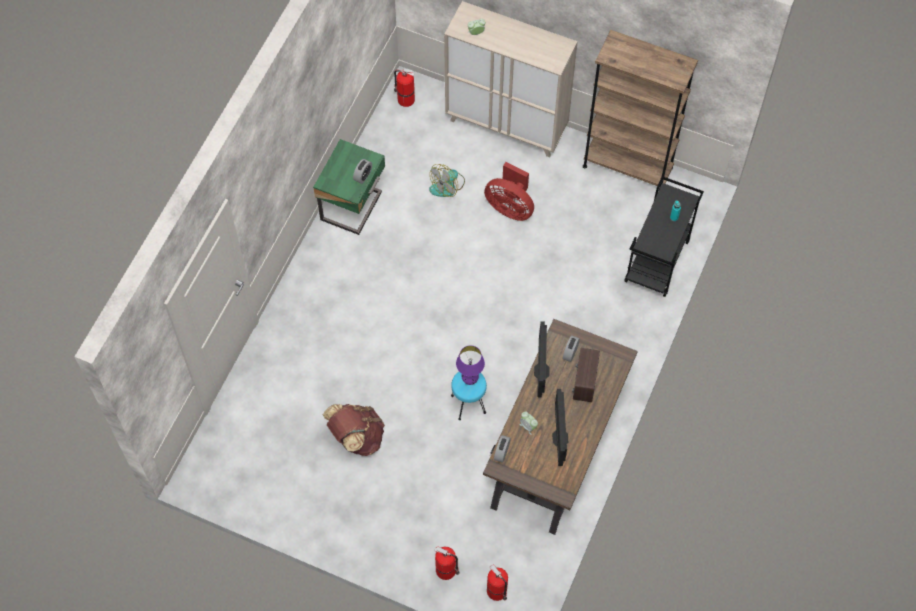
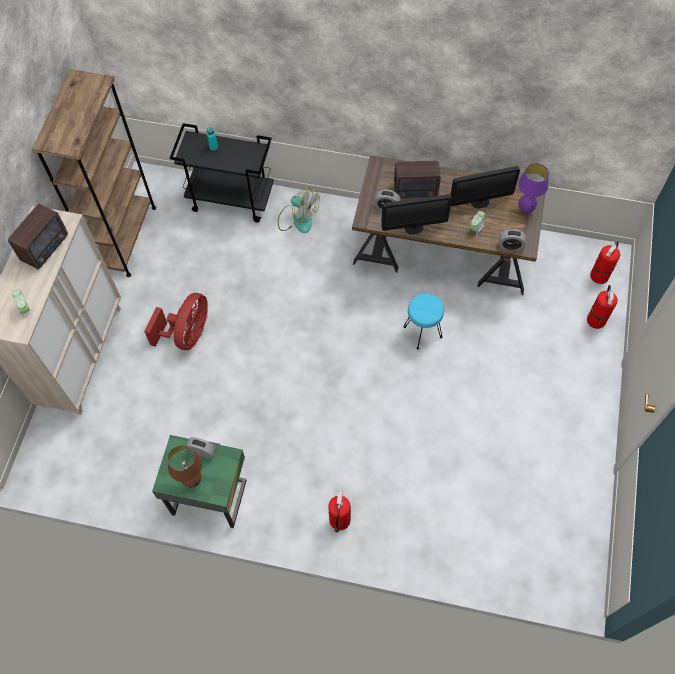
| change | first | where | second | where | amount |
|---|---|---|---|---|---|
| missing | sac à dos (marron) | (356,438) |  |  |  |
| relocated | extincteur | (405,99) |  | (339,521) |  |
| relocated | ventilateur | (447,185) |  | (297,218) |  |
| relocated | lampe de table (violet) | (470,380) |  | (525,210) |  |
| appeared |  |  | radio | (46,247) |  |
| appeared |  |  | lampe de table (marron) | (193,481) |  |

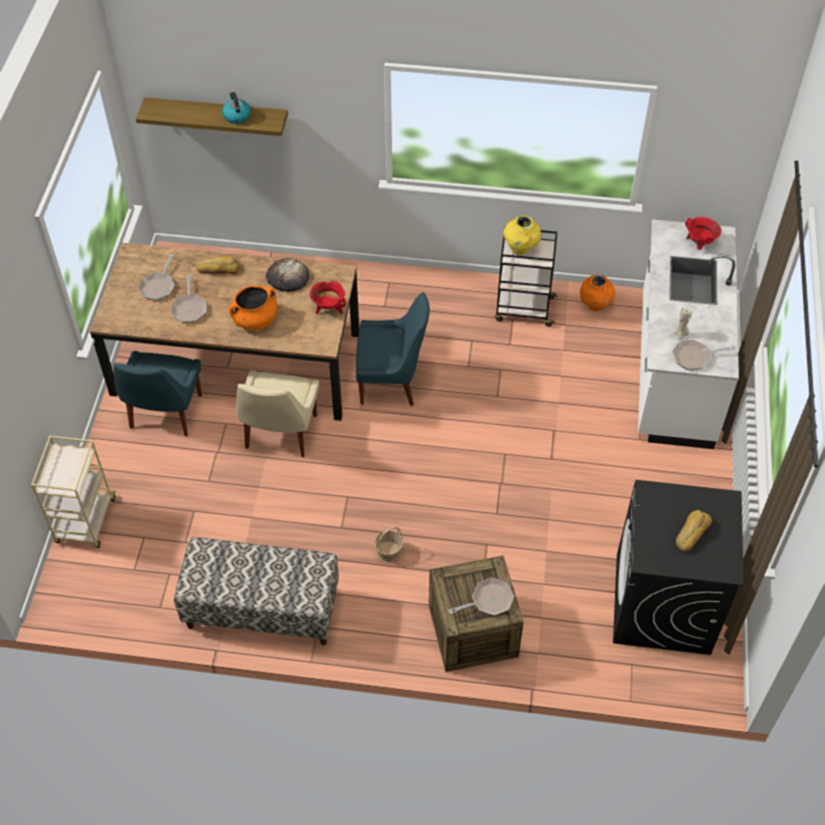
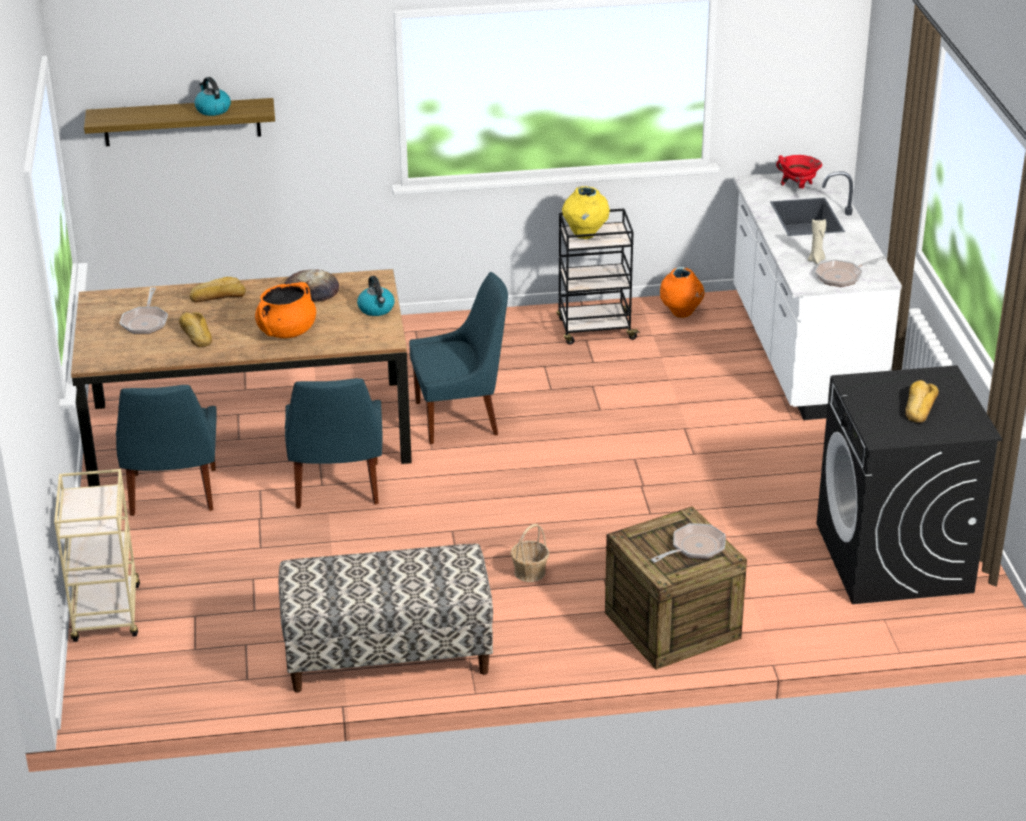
| change | first | where | second | where | amount |
|---|---|---|---|---|---|
| exchanged | poêle | (189,308) | pain | (196,335) |  |
| colour | chaise (beige) | (280,434) | chaise (bleu) | (337,488) |  |
| exchanged | marmite (rouge) | (329,308) | bouilloire | (376,309) |  |

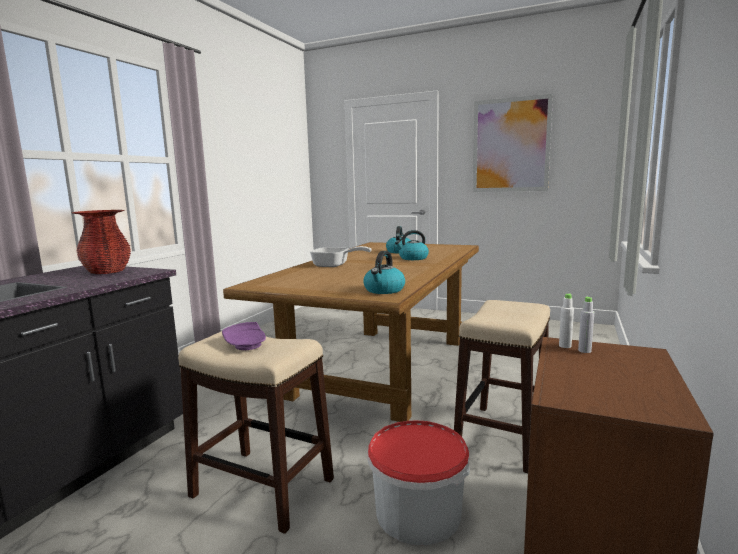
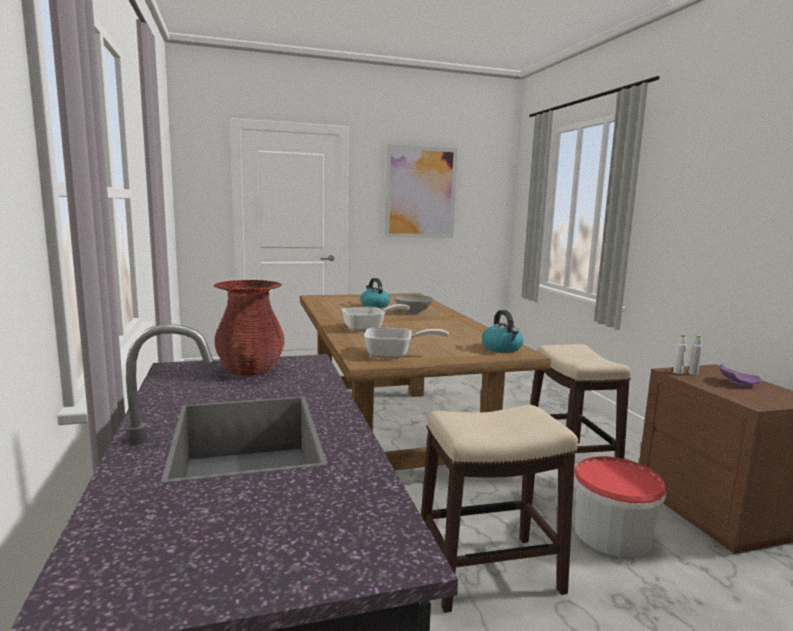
| change | first | where | second | where | amount |
|---|---|---|---|---|---|
| relocated | assiette (violet) | (247,345) |  | (737,383) |  |
| exchanged | bouilloire | (413,258) | bol (gris) | (414,312) |  |
| appeared |  |  | poêle | (395,354) |  |

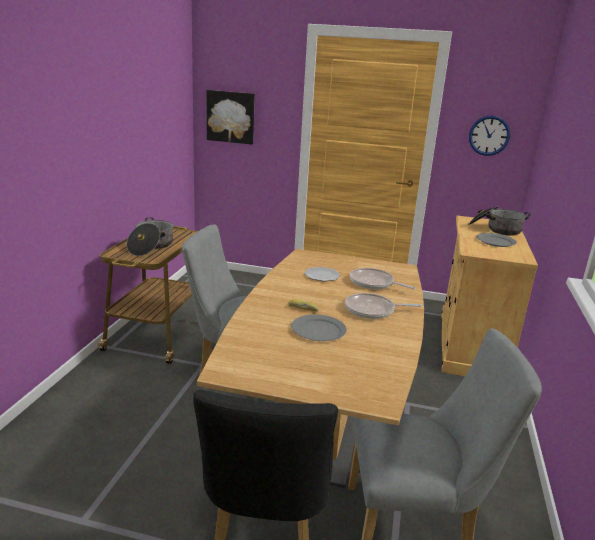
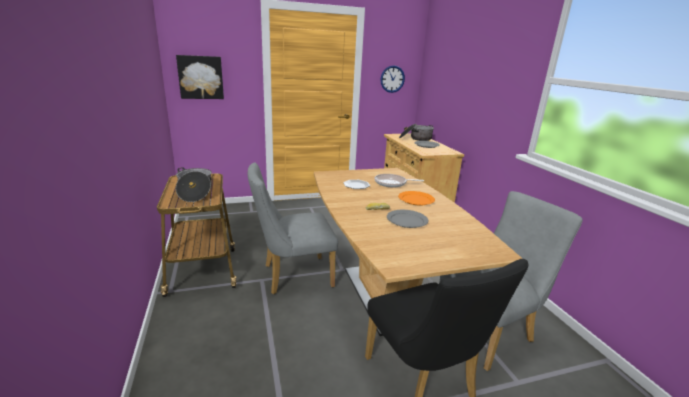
| change | first | where | second | where | amount |
|---|---|---|---|---|---|
| exchanged | poêle | (372,310) | assiette (orange) | (416,200) |  |

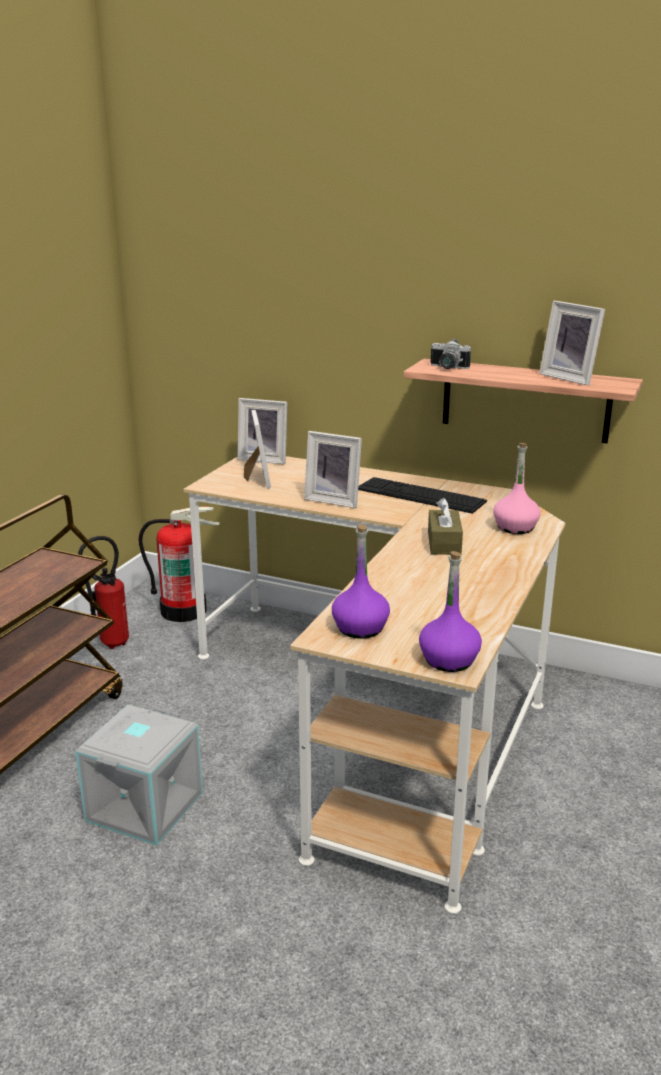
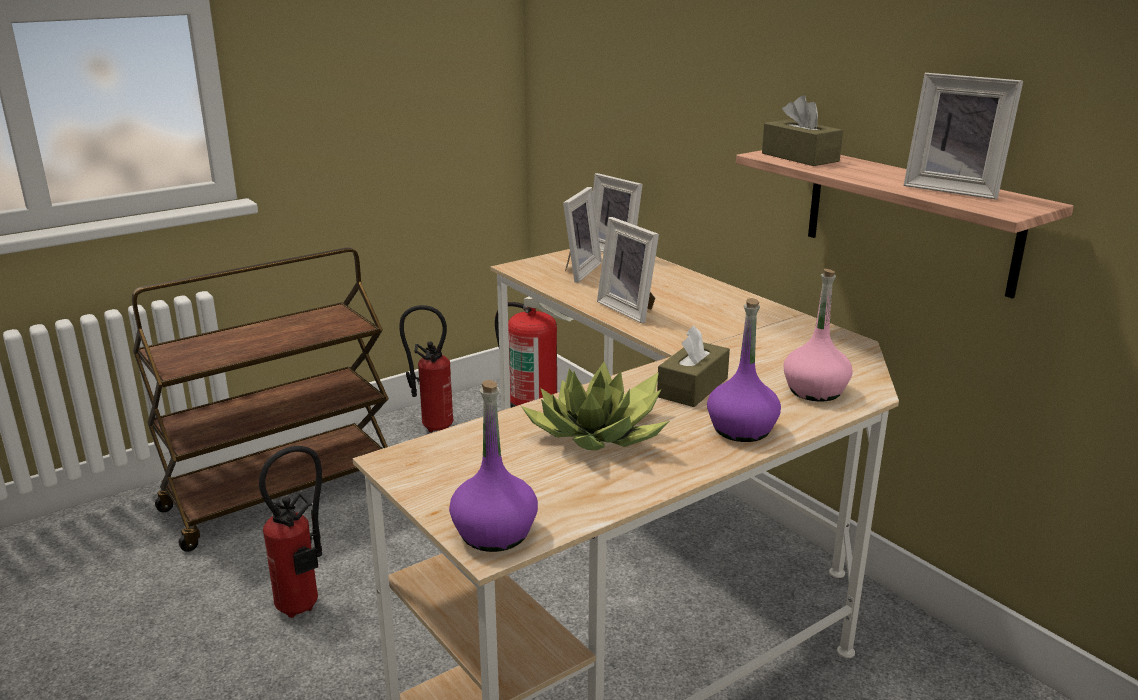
| change | first | where | second | where | amount |
|---|---|---|---|---|---|
| exchanged | boîte de rangement (gris) | (146,807) | extincteur | (305,606) |  |
| relocated | bouteille (violet) | (360,628) |  | (742,429) |  |
| missing | clavier | (420,495) |  |  |  |
| exchanged | appareil photo | (447,368) | boîte à mouchoirs (marron) | (800,157) |  |
| spun | cadre photo | (571,378) |  | (954,189) | 45 degrees counterclockwise |
| appeared |  |  | plante en pot | (600,434) |  |

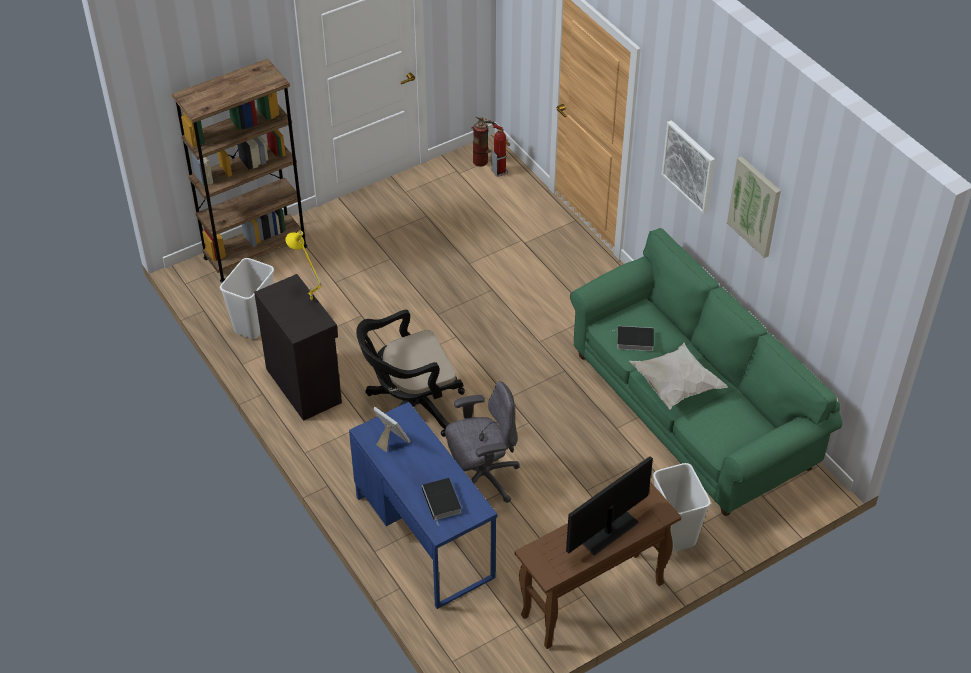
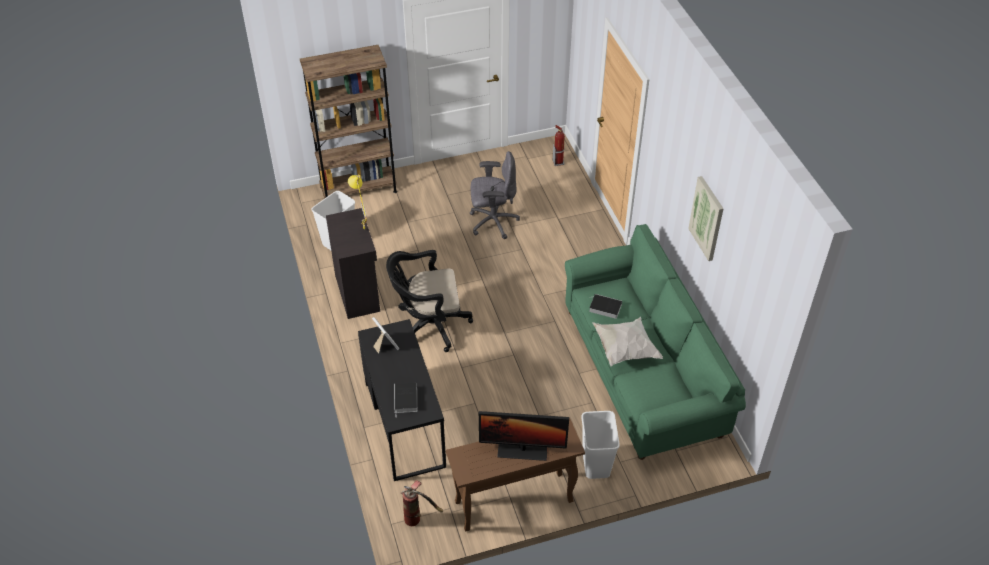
| change | first | where | second | where | amount |
|---|---|---|---|---|---|
| colour | bureau (bleu) | (424,536) | bureau (noir) | (405,424) |  |
| relocated | chaise de bureau (gris) | (481,478) |  | (492,222) |  |
| relocated | extincteur | (486,159) |  | (418,517) |  |
| spun | écran d'ordinateur | (607,530) |  | (522,449) | 150 degrees counterclockwise |
| missing | tableau | (689,166) |  |  |  |

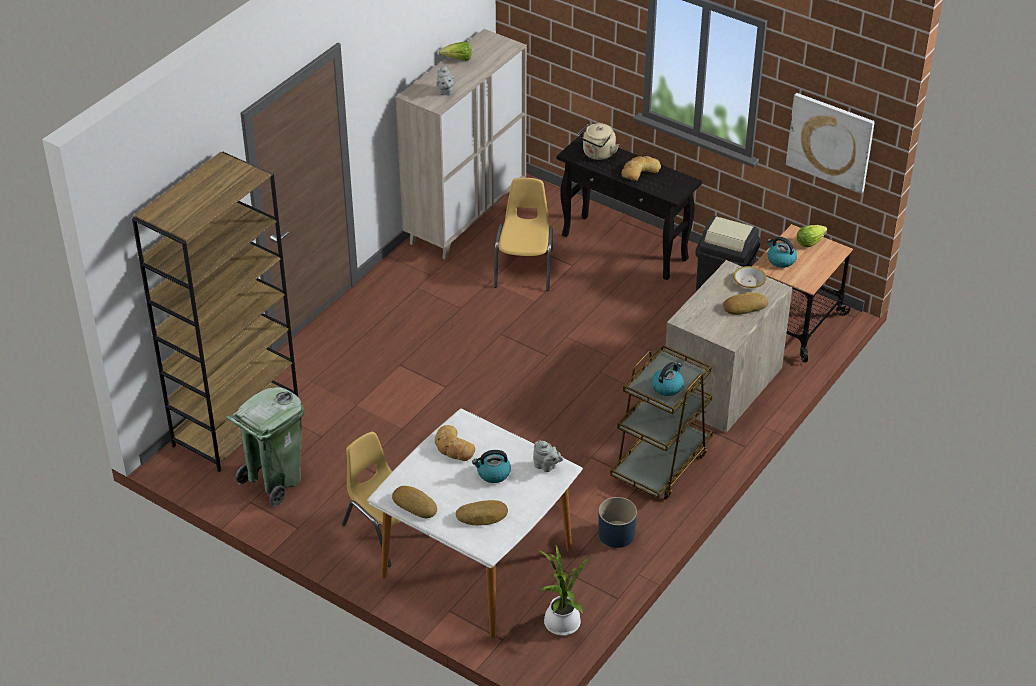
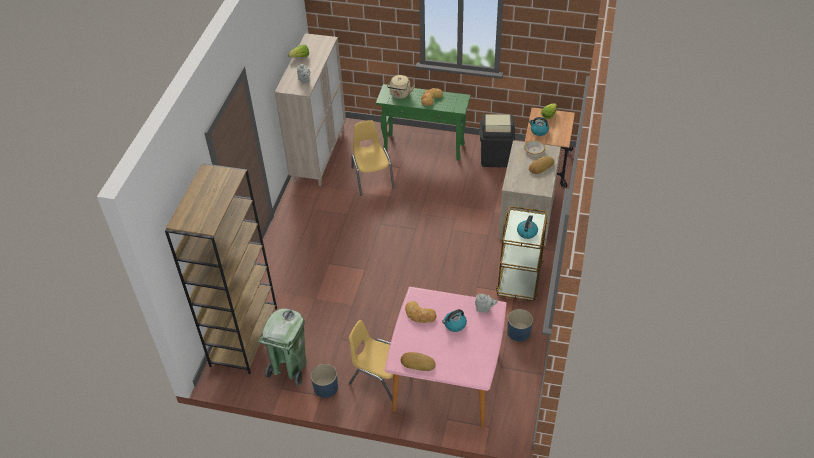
| change | first | where | second | where | amount |
|---|---|---|---|---|---|
| colour | table à manger (blanc) | (478,563) | table à manger (rose) | (447,380) |  |
| missing | pain | (482,516) |  |  |  |
| missing | plante en pot | (561,625) |  |  |  |
| colour | table console (noir) | (625,248) | table console (vert) | (424,147) |  |
| missing | tableau | (830,142) |  |  |  |
| appeared |  |  | cache-pot (bleu) | (325,387) |  |

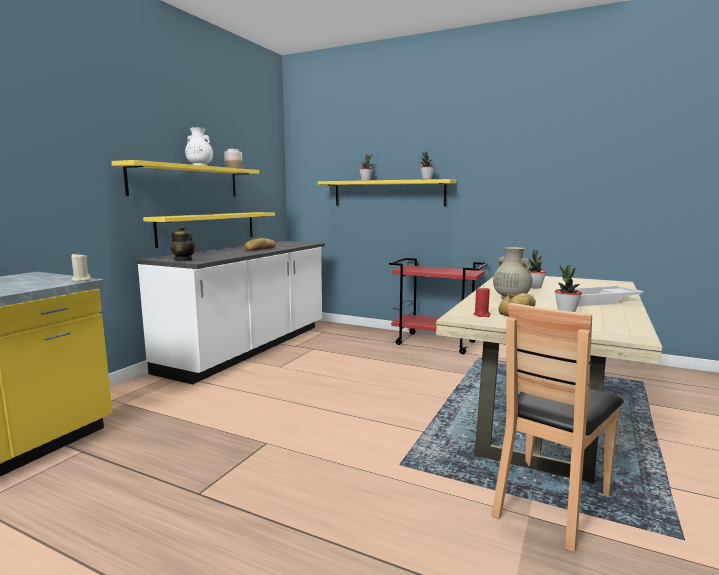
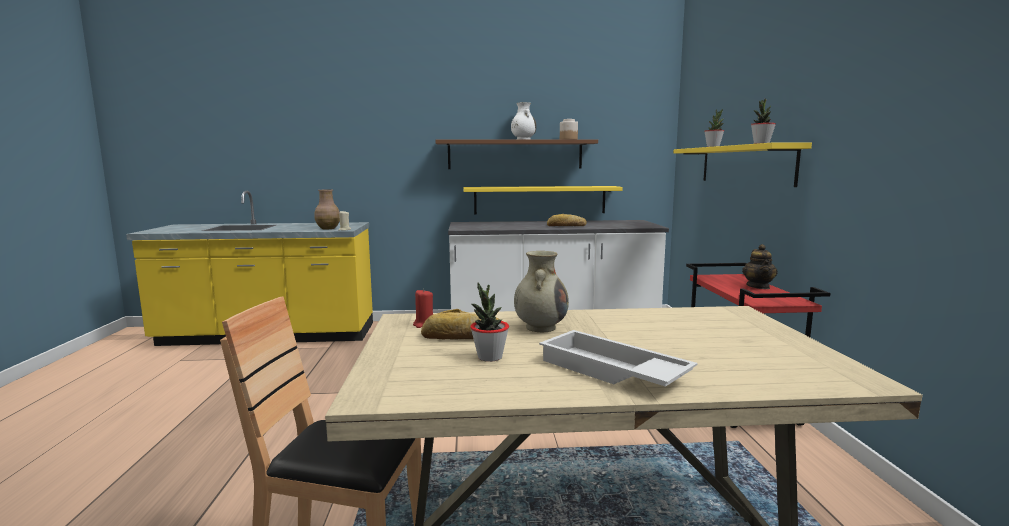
| change | first | where | second | where | amount |
|---|---|---|---|---|---|
| colour | étagère (jaune) | (186,181) | étagère (marron) | (515,154) |  |
| relocated | théière | (184,260) |  | (758,287) |  |
| missing | plante en pot | (534,287) |  |  |  |
| appeared |  |  | vase (marron) | (328,228) |  |

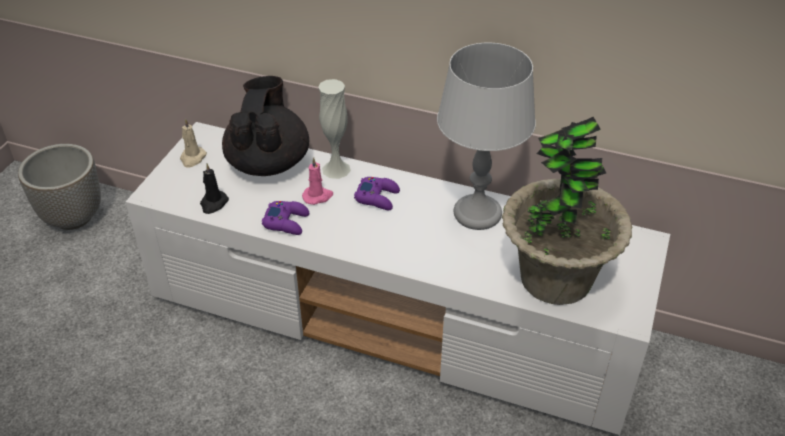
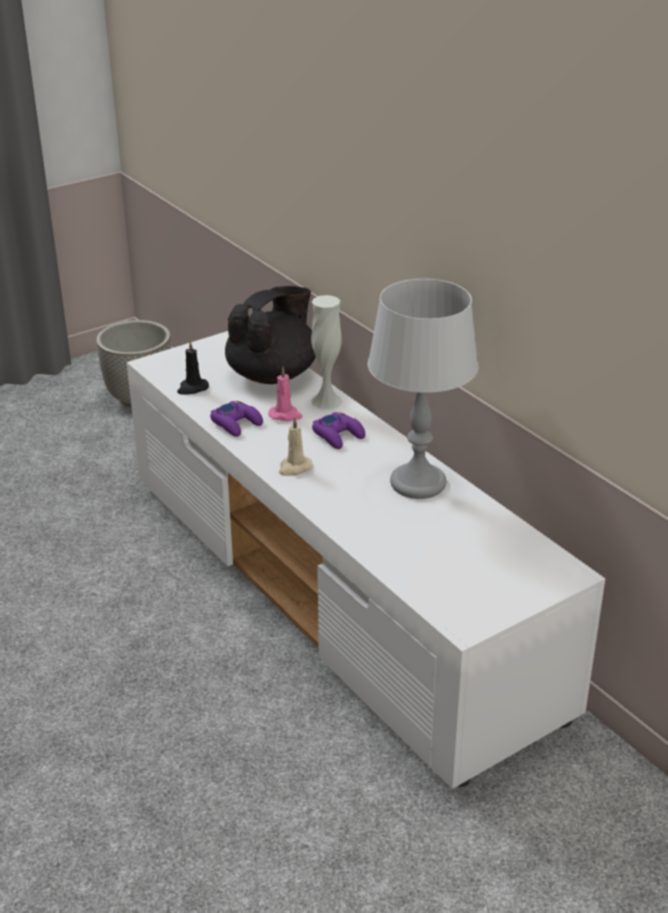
| change | first | where | second | where | amount |
|---|---|---|---|---|---|
| relocated | bougie (beige) | (192,158) |  | (294,468) |  |
| missing | plante en pot | (555,278) |  |  |  |

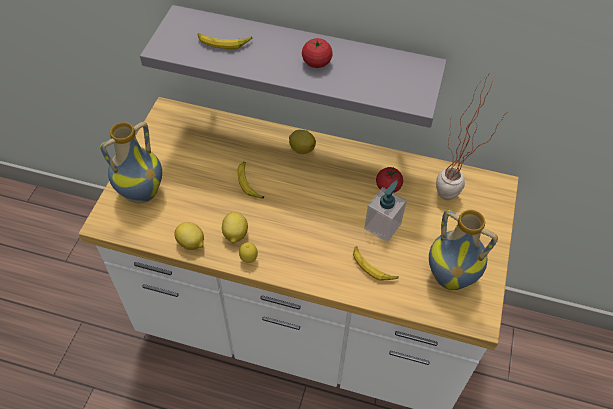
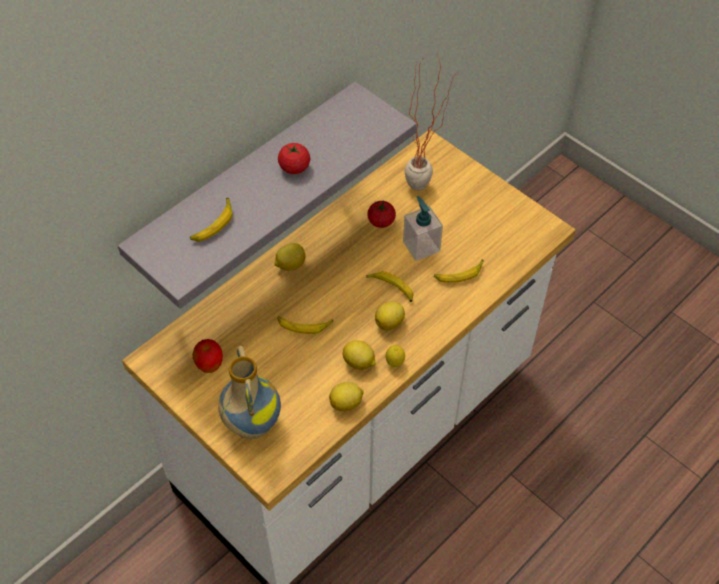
| change | first | where | second | where | amount |
|---|---|---|---|---|---|
| missing | vase | (451,276) |  |  |  |
| appeared |  |  | pomme | (210,366) |  |
| appeared |  |  | banane | (391,288) |  |
| appeared |  |  | citron | (390,323) |  |

